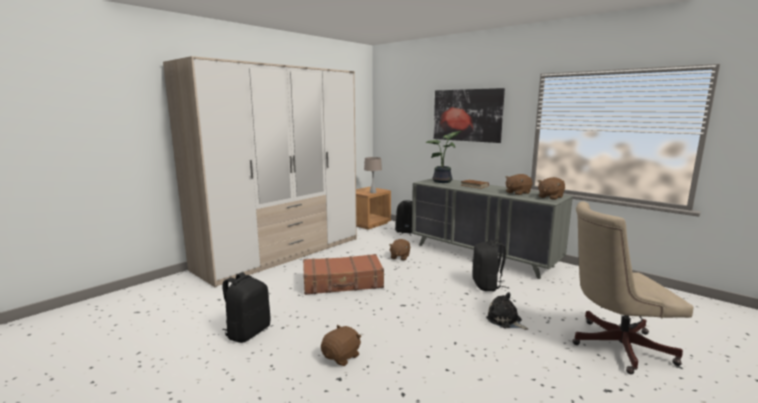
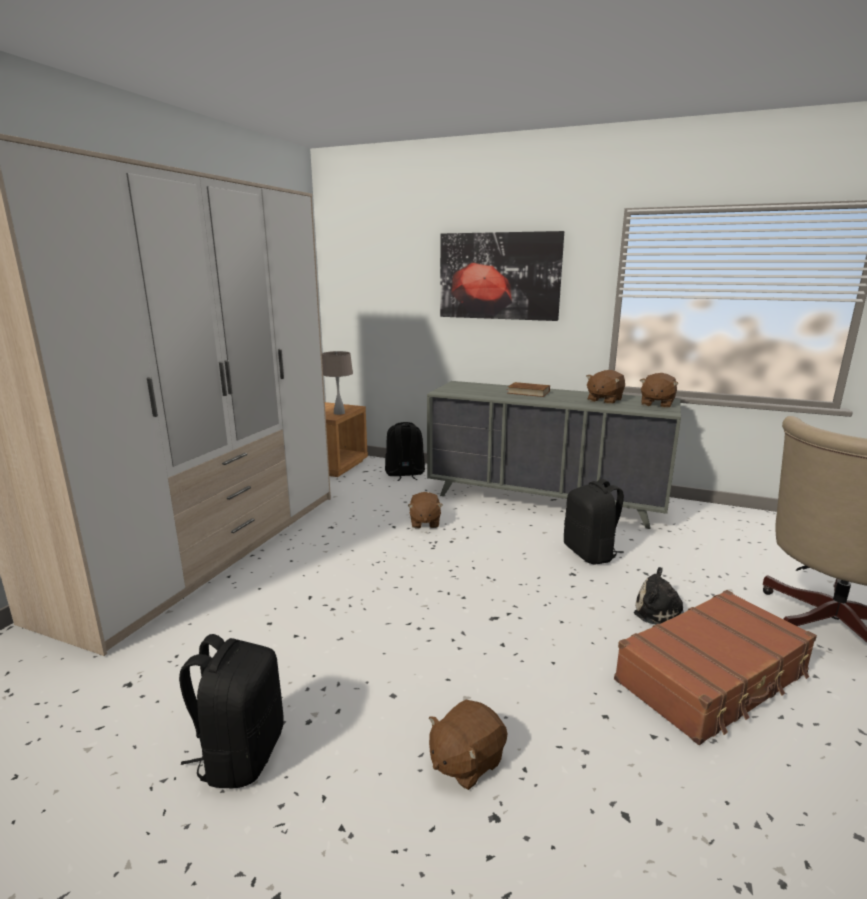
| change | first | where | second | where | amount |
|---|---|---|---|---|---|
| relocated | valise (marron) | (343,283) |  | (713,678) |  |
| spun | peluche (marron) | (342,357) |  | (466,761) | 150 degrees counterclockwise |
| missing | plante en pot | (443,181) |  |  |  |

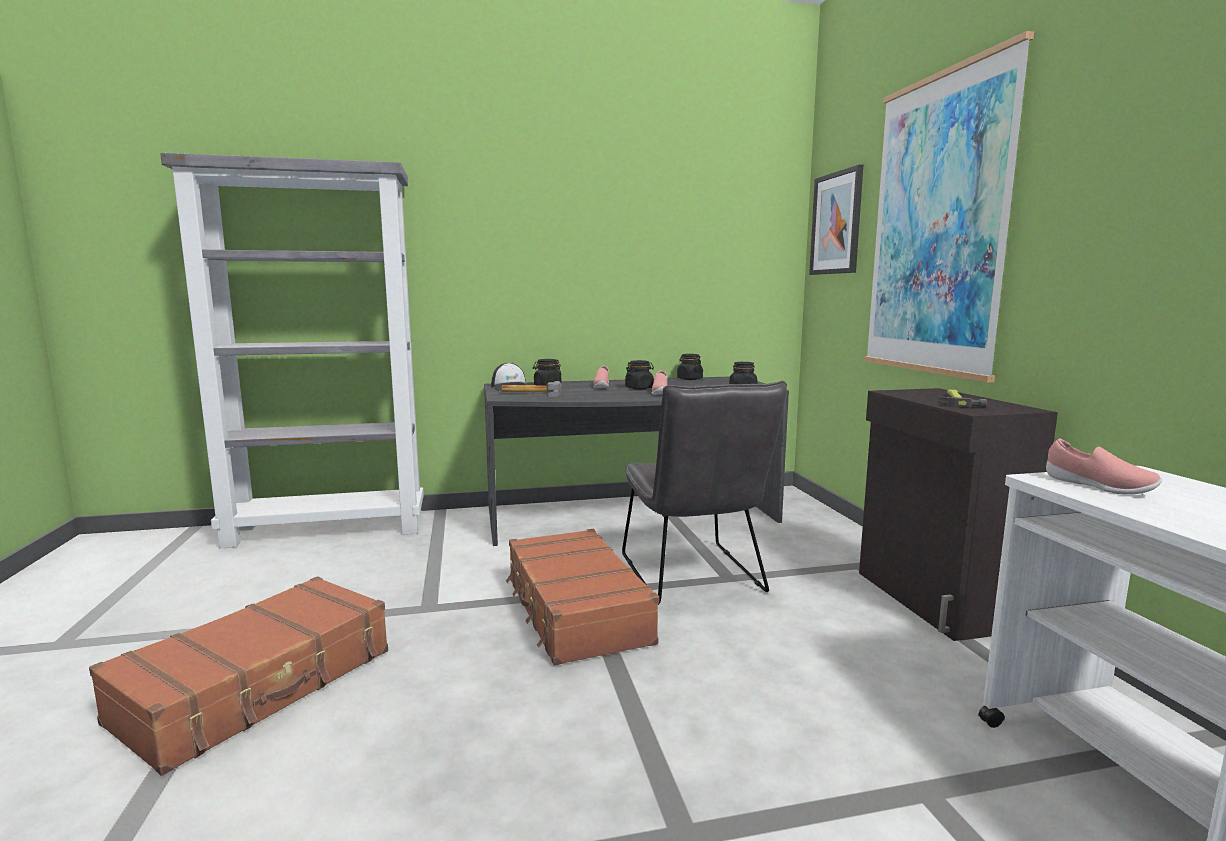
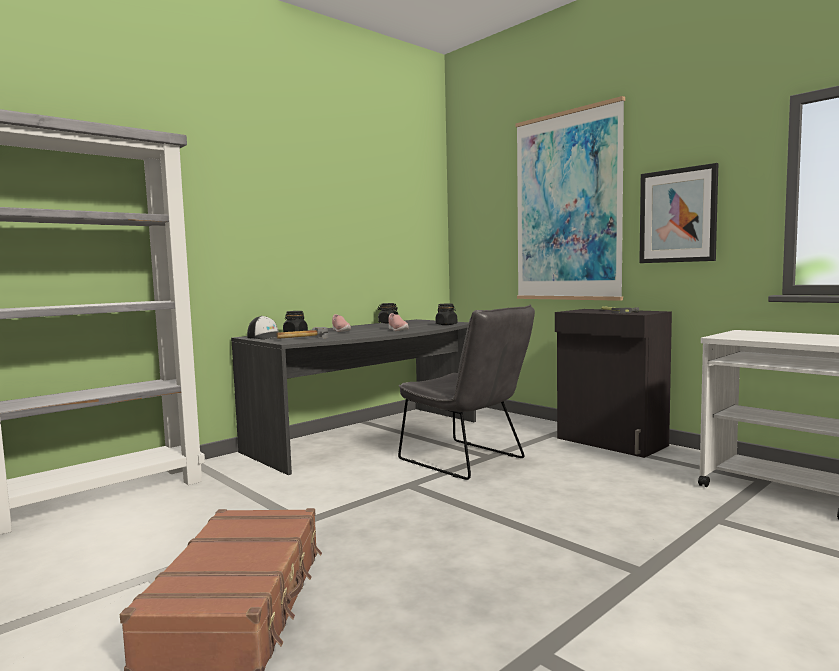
| change | first | where | second | where | amount |
|---|---|---|---|---|---|
| missing | valise (marron) | (575,610) |  |  |  |
| missing | bocal (noir) | (639,388) |  |  |  |
| relocated | tableau | (836,223) |  | (677,216) |  |
| missing | chaussure (rose) | (1097,486) |  |  |  |

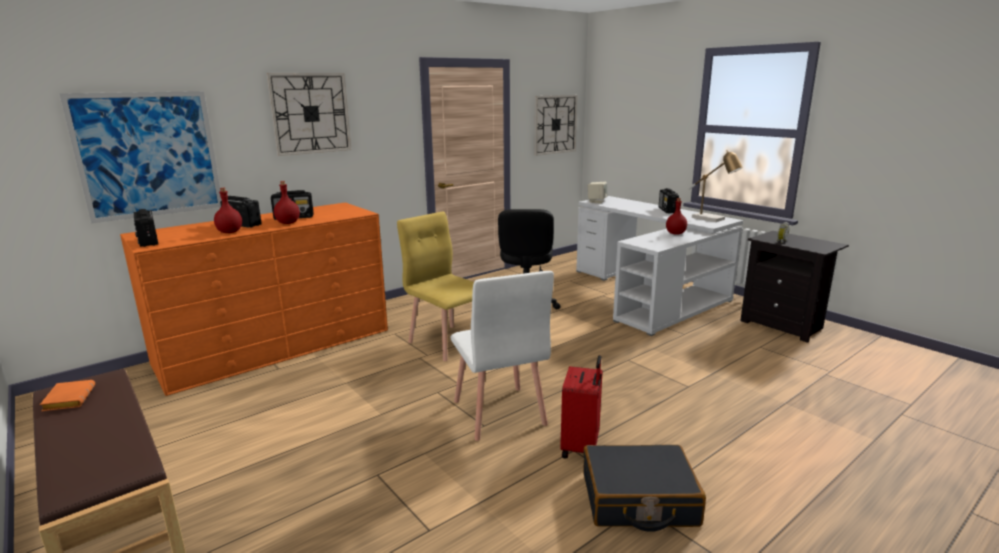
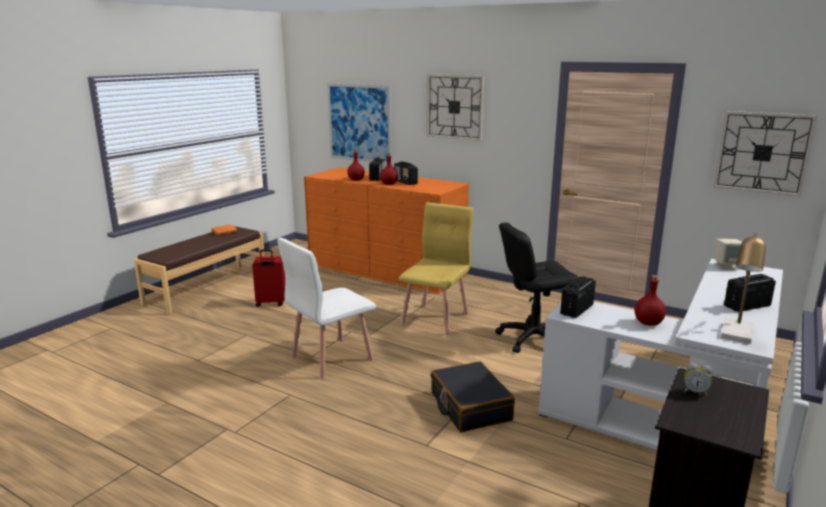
| change | first | where | second | where | amount |
|---|---|---|---|---|---|
| relocated | radio | (148,241) |  | (576,310) |  |
| relocated | valise (rouge) | (581,447) |  | (271,303) |  |
| relocated | valise (noir) | (638,500) |  | (470,407) |  |

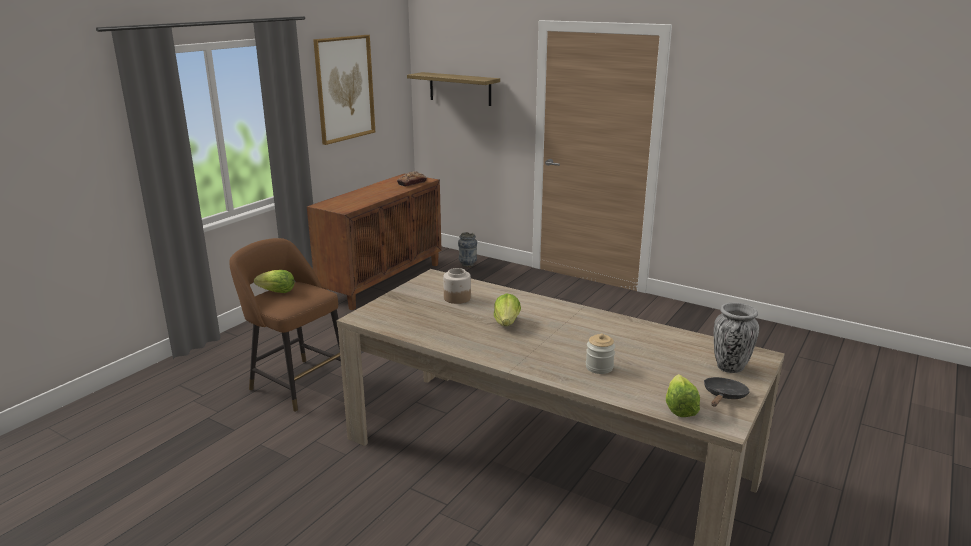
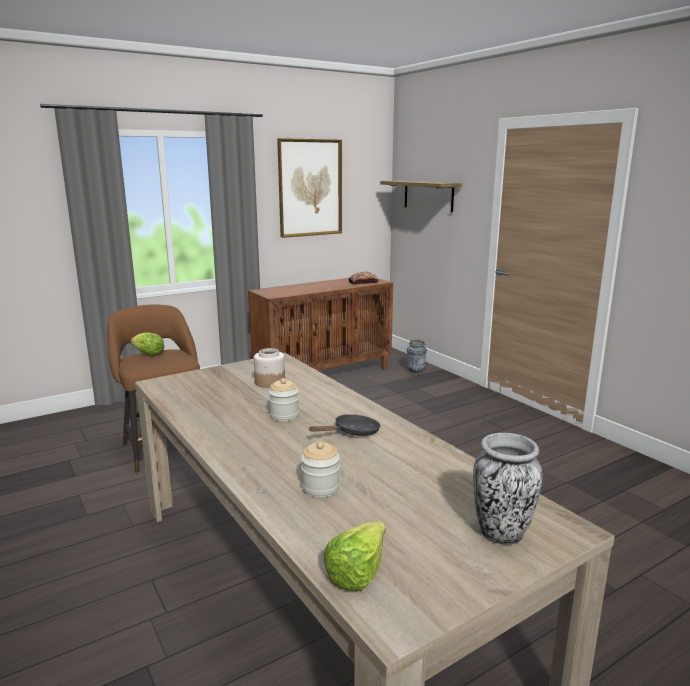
| change | first | where | second | where | amount |
|---|---|---|---|---|---|
| exchanged | laitue | (507,323) | bocal | (284,415) |  |
| relocated | poêle (noir) | (724,396) |  | (353,432) |  |

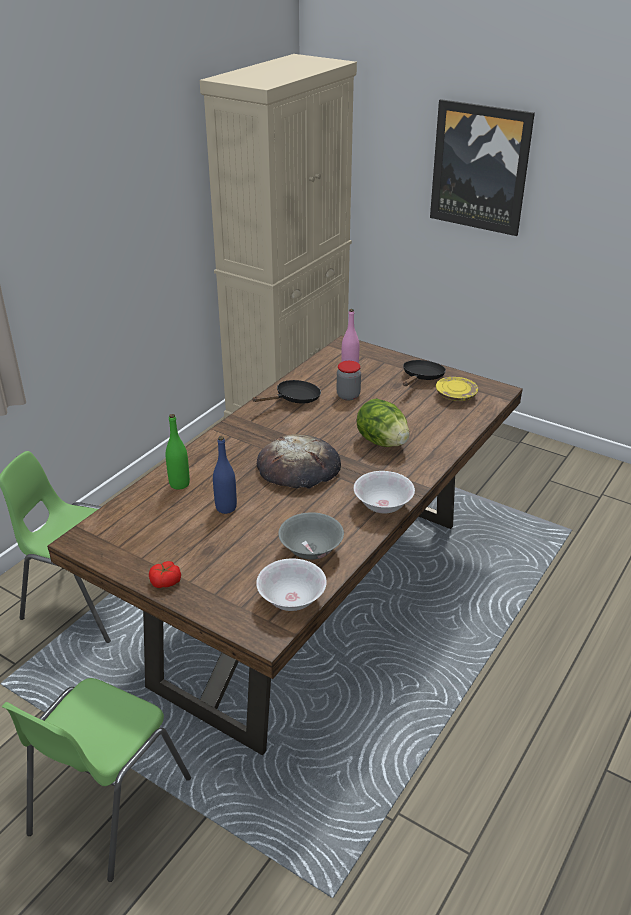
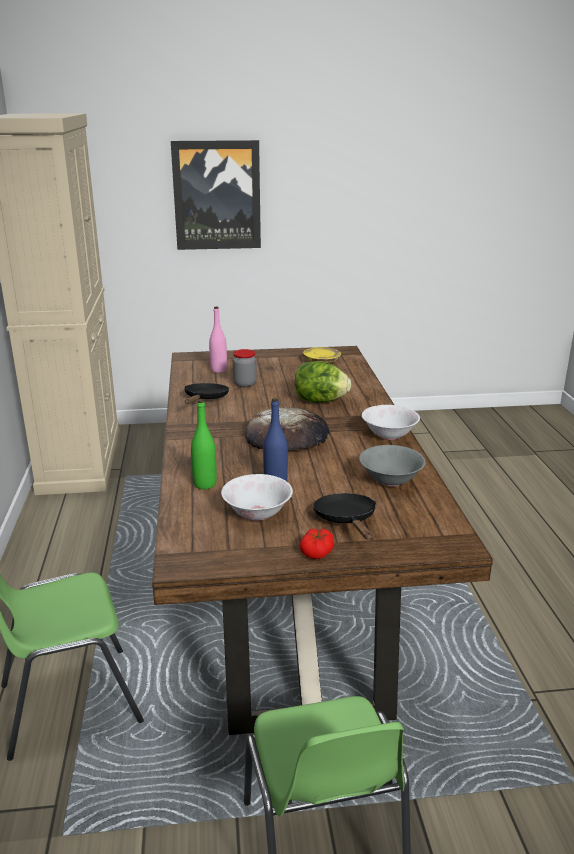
| change | first | where | second | where | amount |
|---|---|---|---|---|---|
| relocated | bol (blanc) | (292,600) |  | (257,513) |  |
| relocated | poêle (noir) | (421,378) |  | (347,520) |  |

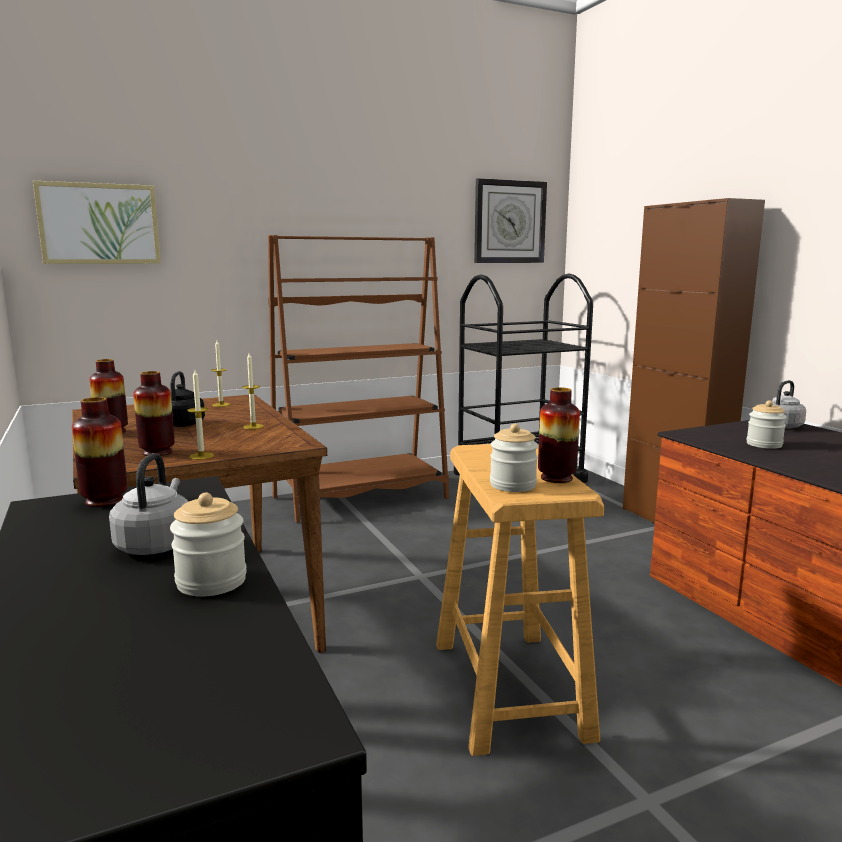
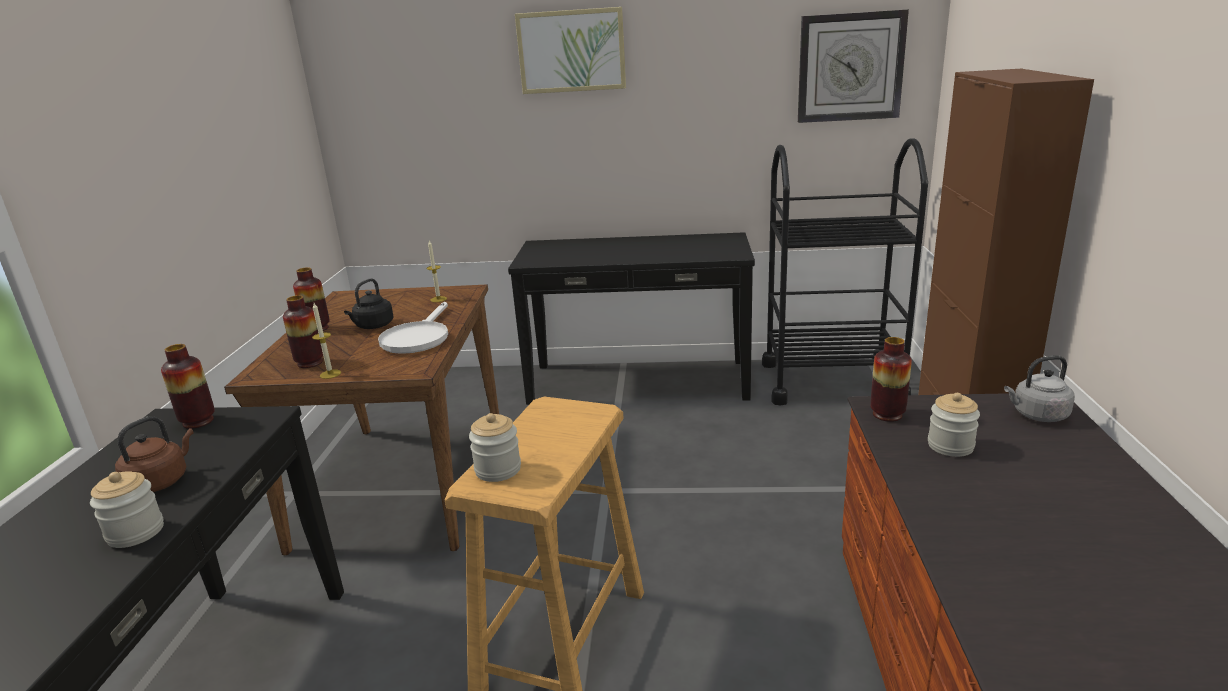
| change | first | where | second | where | amount |
|---|---|---|---|---|---|
| relocated | tableau | (99,224) |  | (571,51) |  |
| colour | bouilloire (gris) | (156,544) | bouilloire (marron) | (161,481) |  |
| exchanged | bougie | (253,427) | poêle (blanc) | (418,337) |  |
| exchanged | bibliothèque (marron) | (361,498) | table console (noir) | (638,381) |  |
| relocated | vase | (556,478) |  | (887,414) |  |

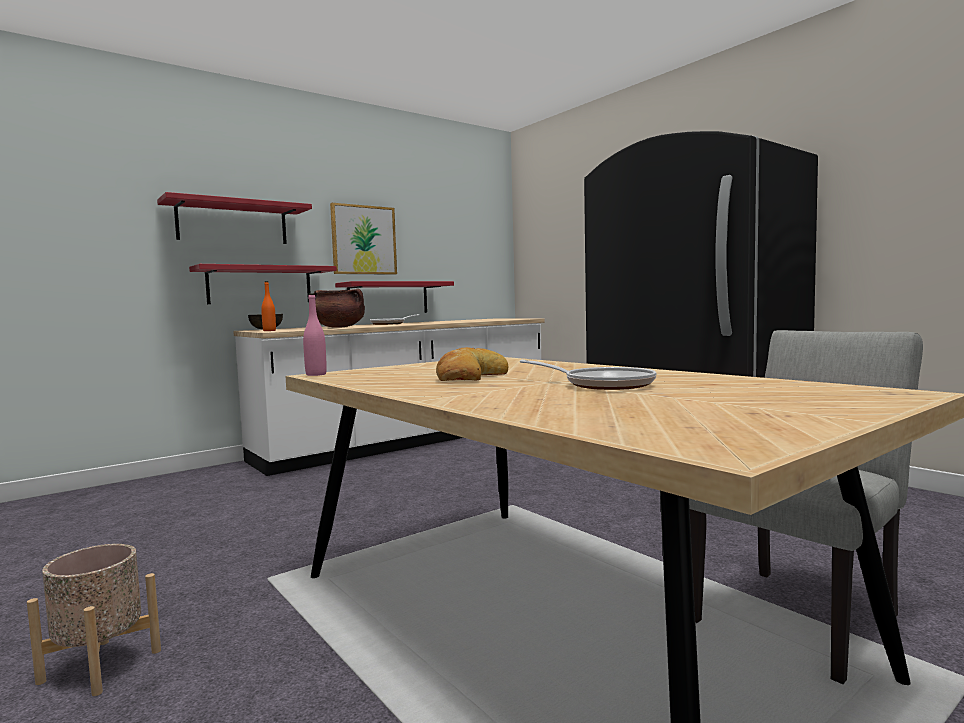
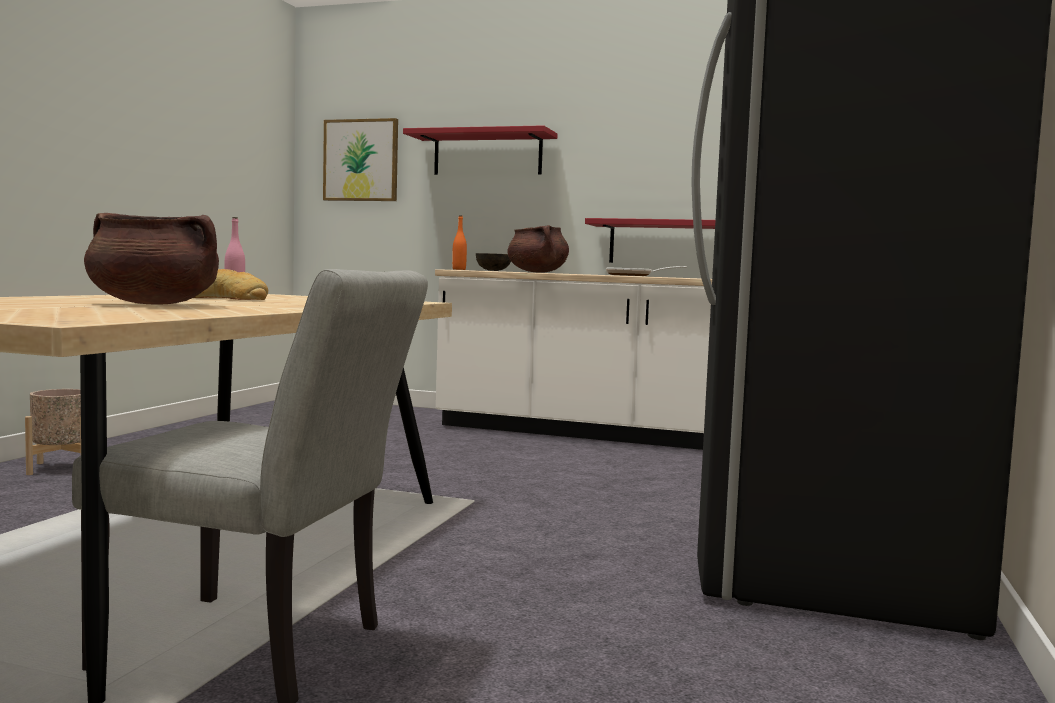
| change | first | where | second | where | amount |
|---|---|---|---|---|---|
| missing | étagère (rouge) | (260,285) |  |  |  |
| relocated | tableau | (363,240) |  | (361,160) |  |
| exchanged | poêle | (602,384) | marmite (marron) | (155,304) |  |

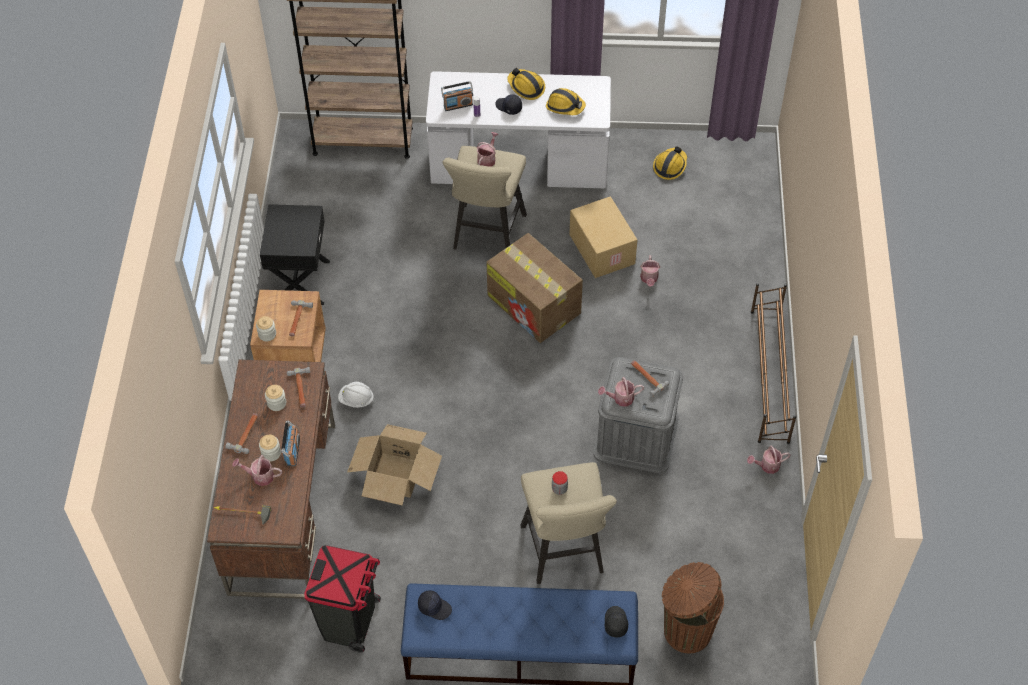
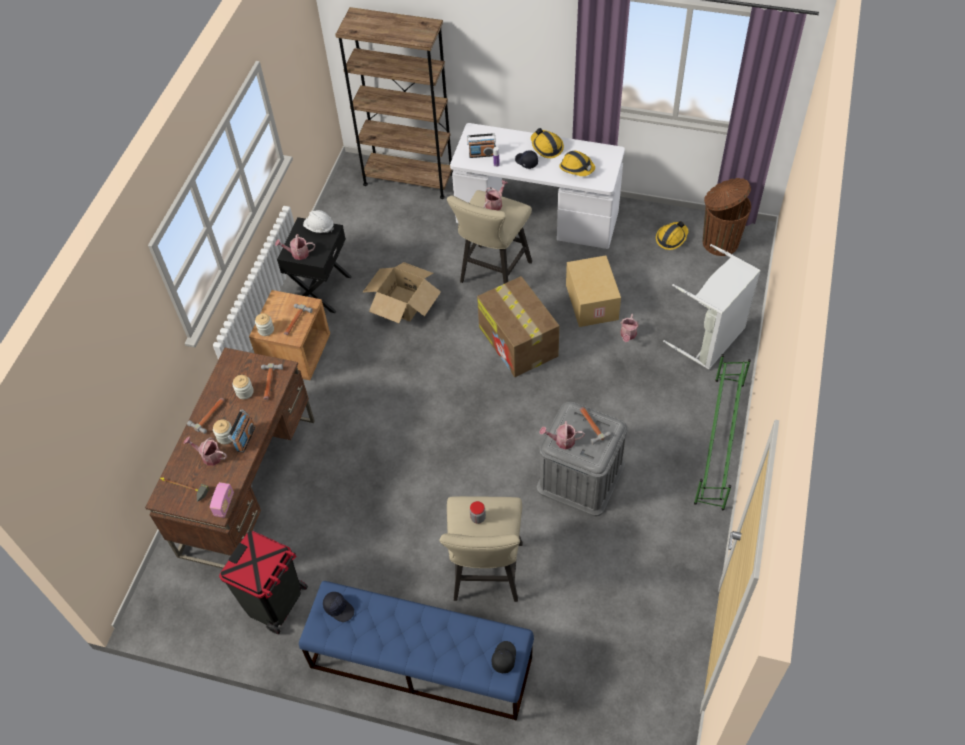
| change | first | where | second | where | amount |
|---|---|---|---|---|---|
| relocated | casque de chantier (blanc) | (356,400) |  | (319,228) |  |
| relocated | carton | (395,475) |  | (403,303) |  |
| relocated | poubelle (marron) | (685,630) |  | (719,242) |  |
| relocated | arrosoir | (767,466) |  | (297,253) |  |
| colour | étagère à chaussures (marron) | (769,376) | étagère à chaussures (vert) | (719,442) |  |
| appeared |  |  | radio | (224,504) |  |
| appeared |  |  | panier à linge (gris) | (711,340) |  |

